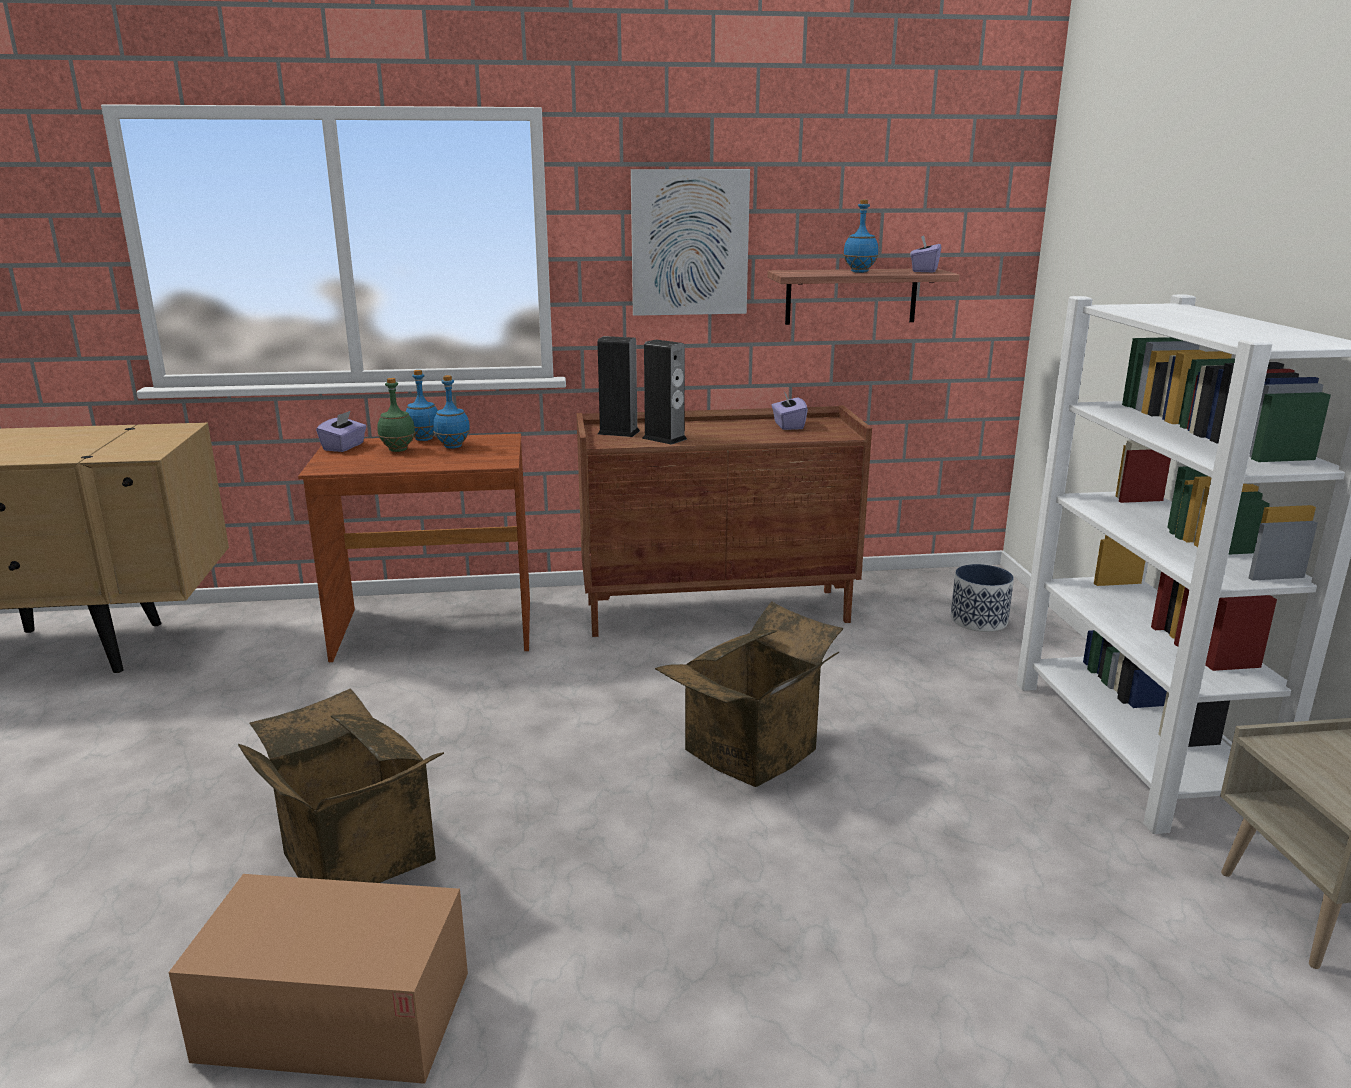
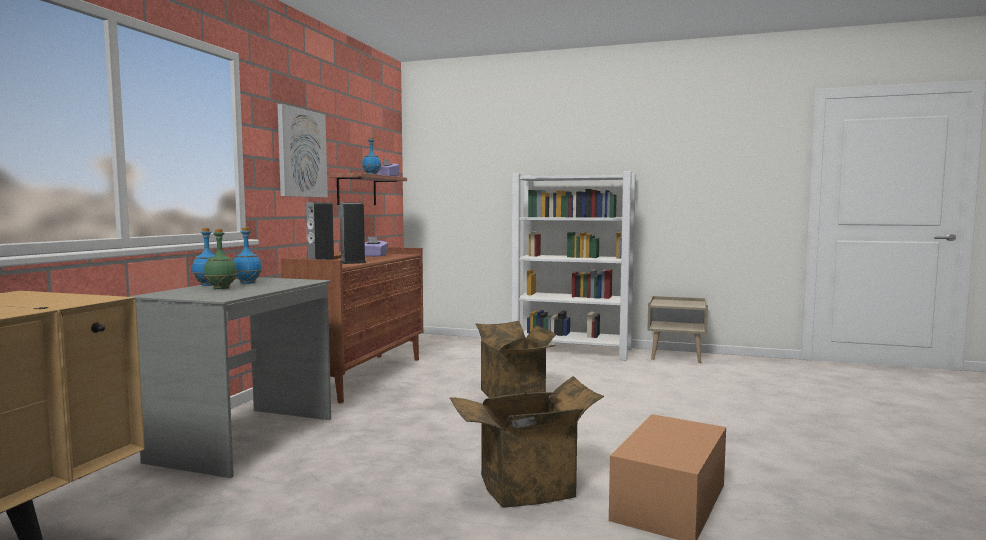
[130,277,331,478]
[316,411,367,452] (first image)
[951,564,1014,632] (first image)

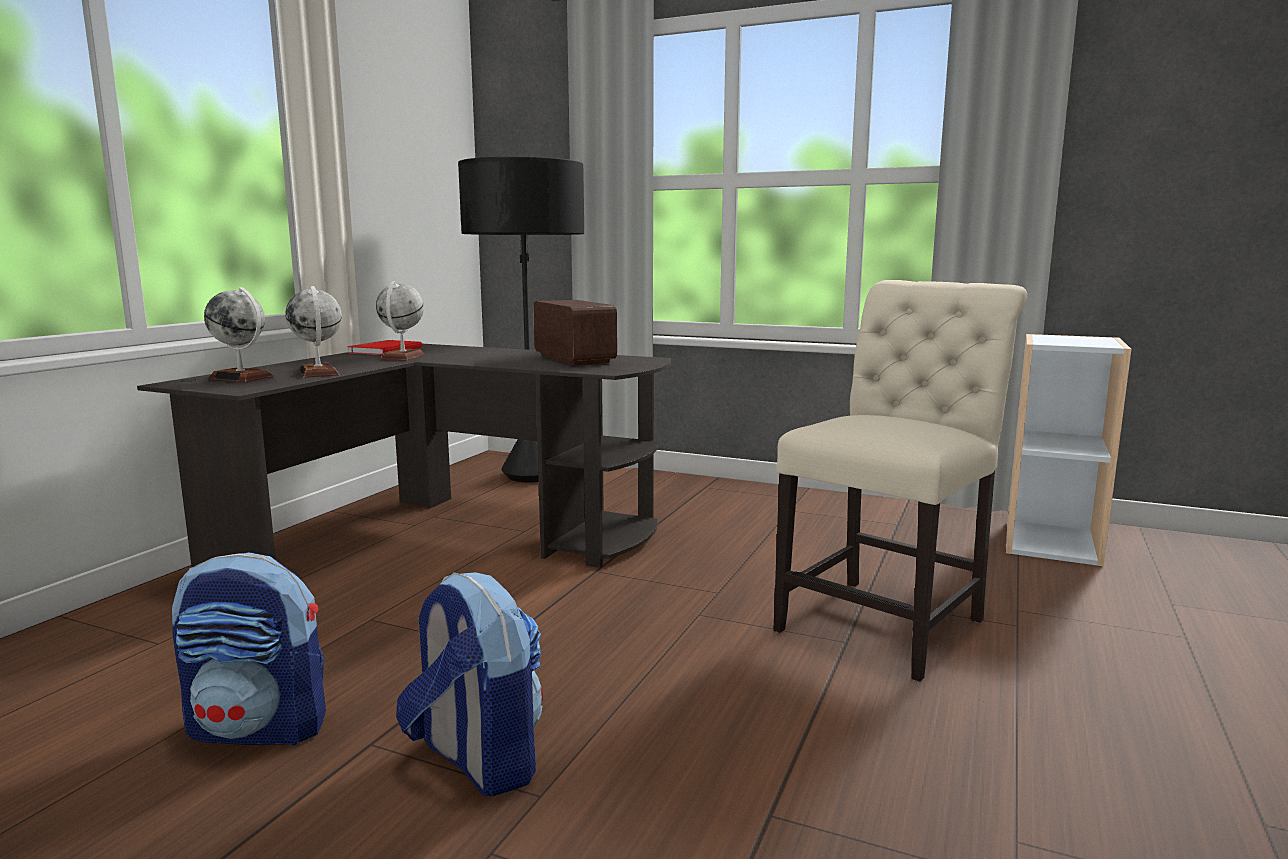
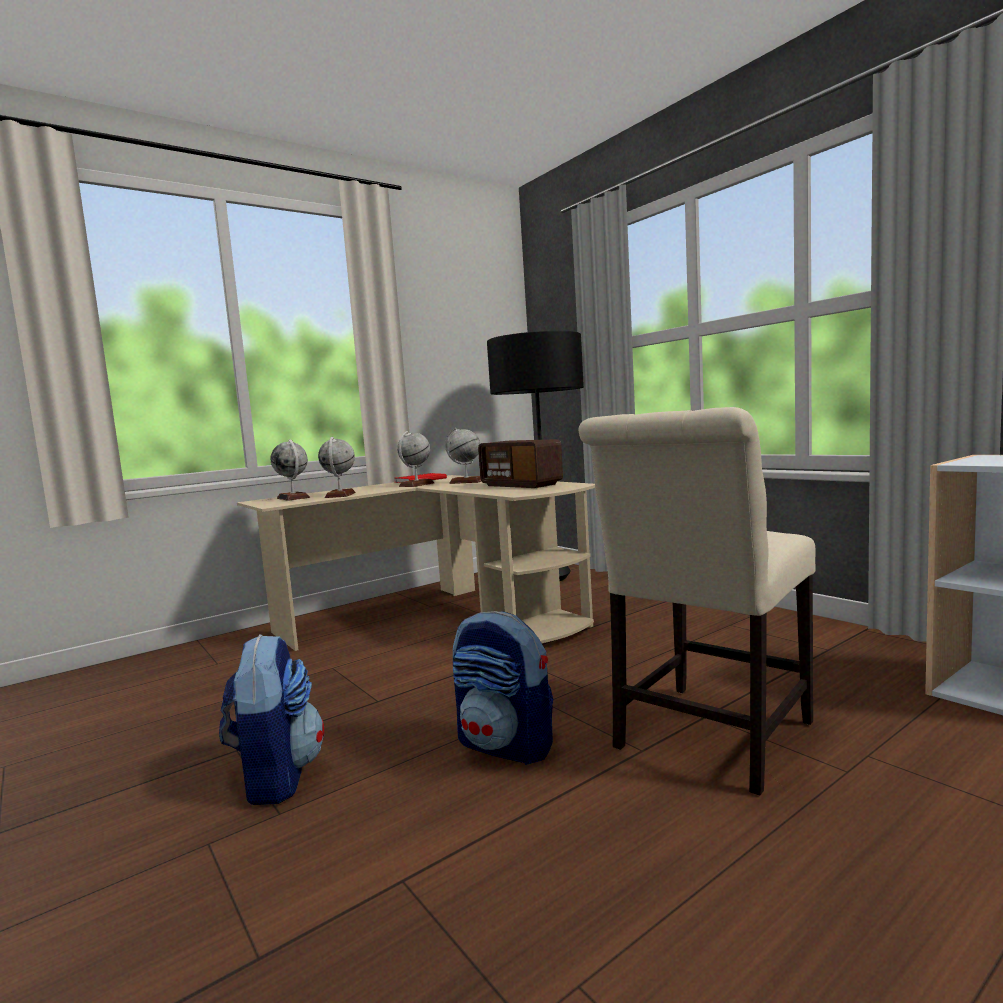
[237,475,595,651]
[445,428,481,484]
[453,611,553,765]
[478,439,563,488]
[579,407,816,796]

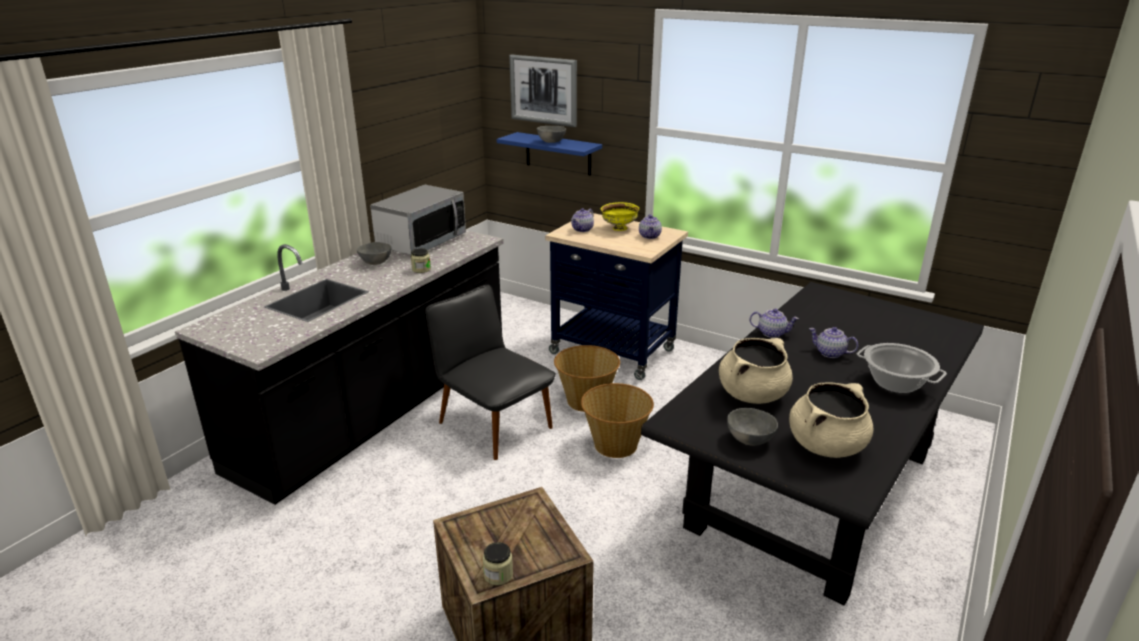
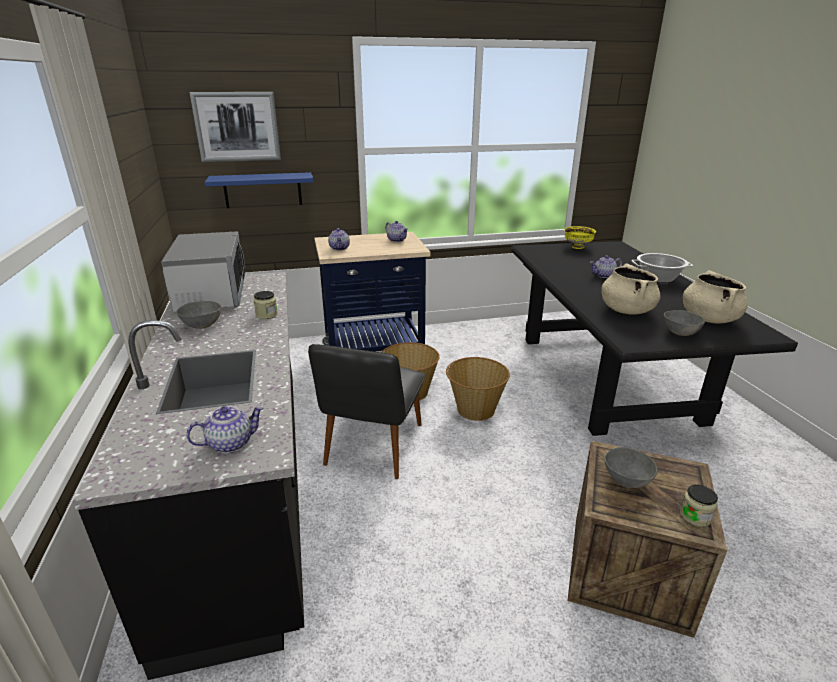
[186,406,264,453]
[308,344,425,479]
[564,226,596,249]
[604,447,657,488]

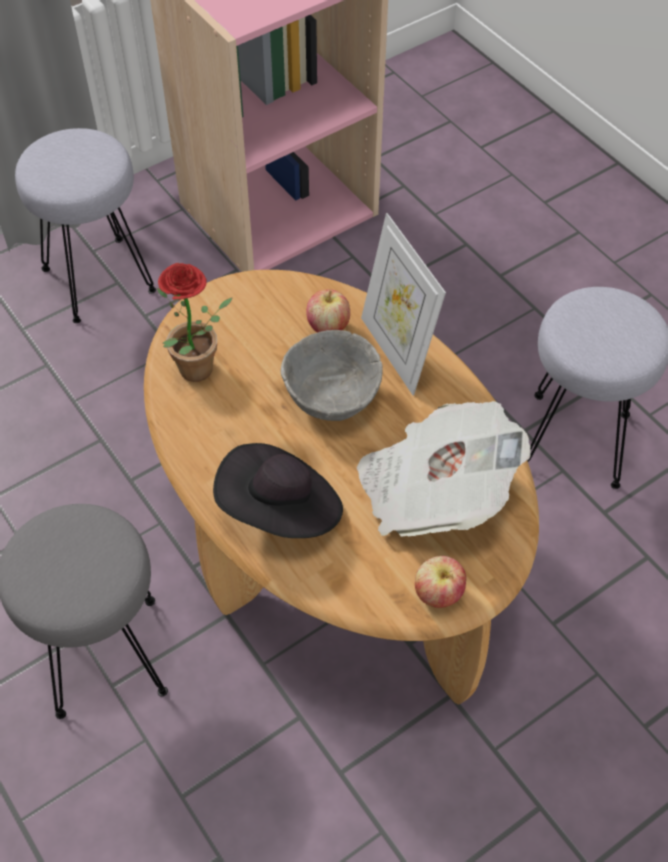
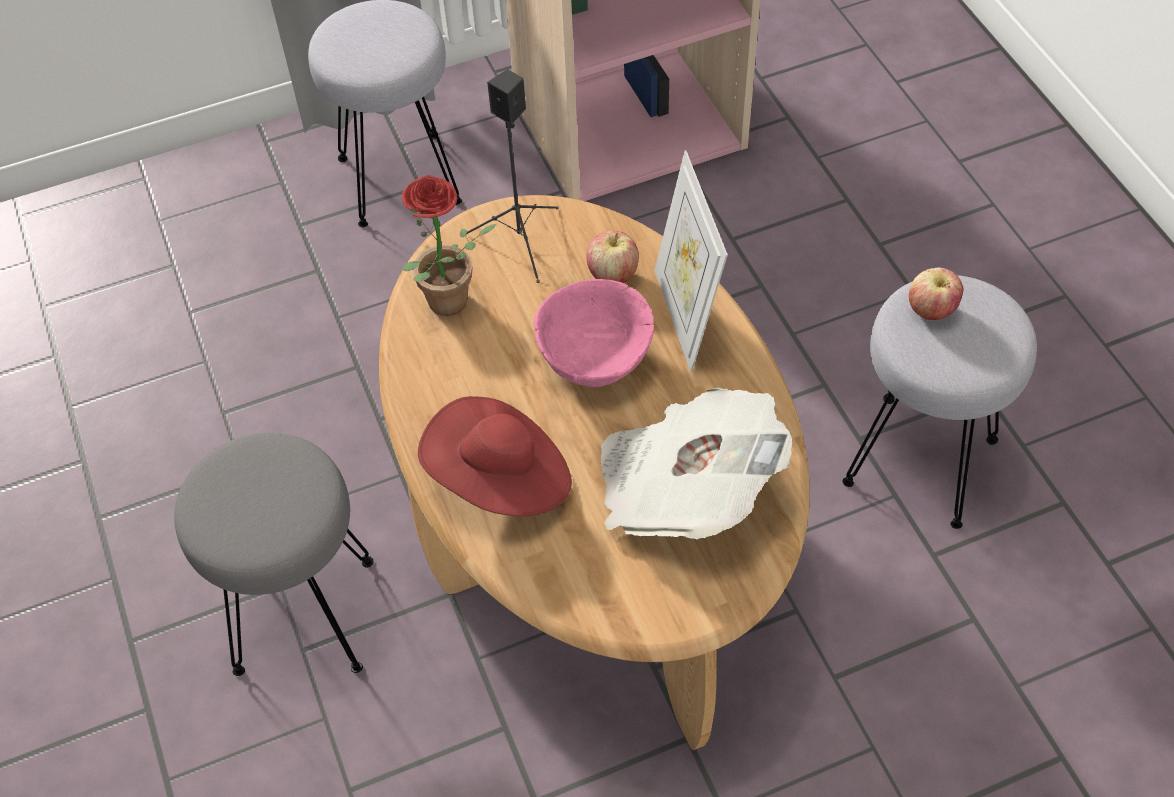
[418,396,572,516]
[466,69,559,283]
[533,279,654,387]
[909,268,963,320]

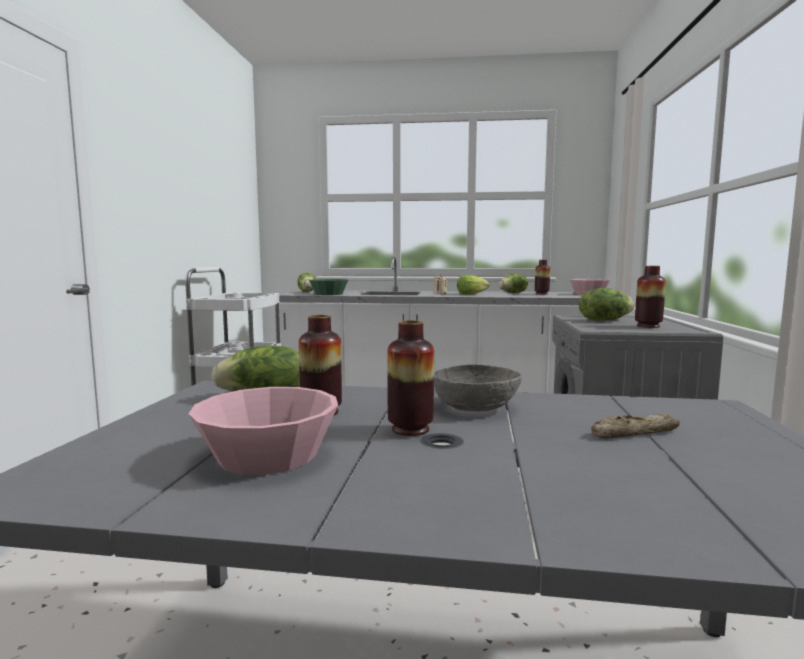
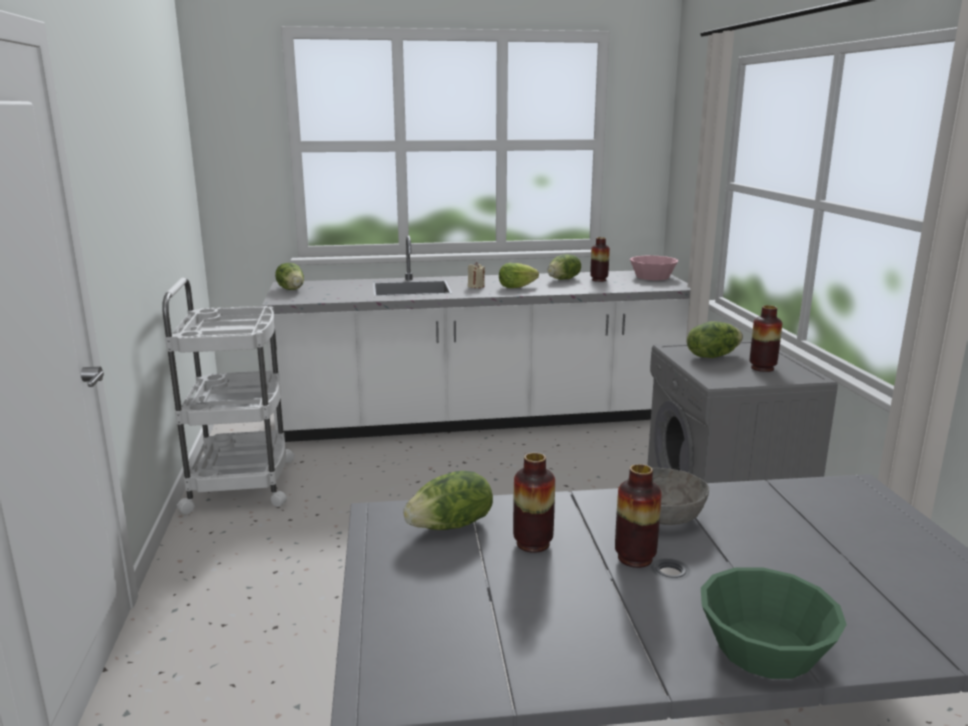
[701,567,847,679]
[189,387,338,475] (first image)
[591,414,680,439] (first image)

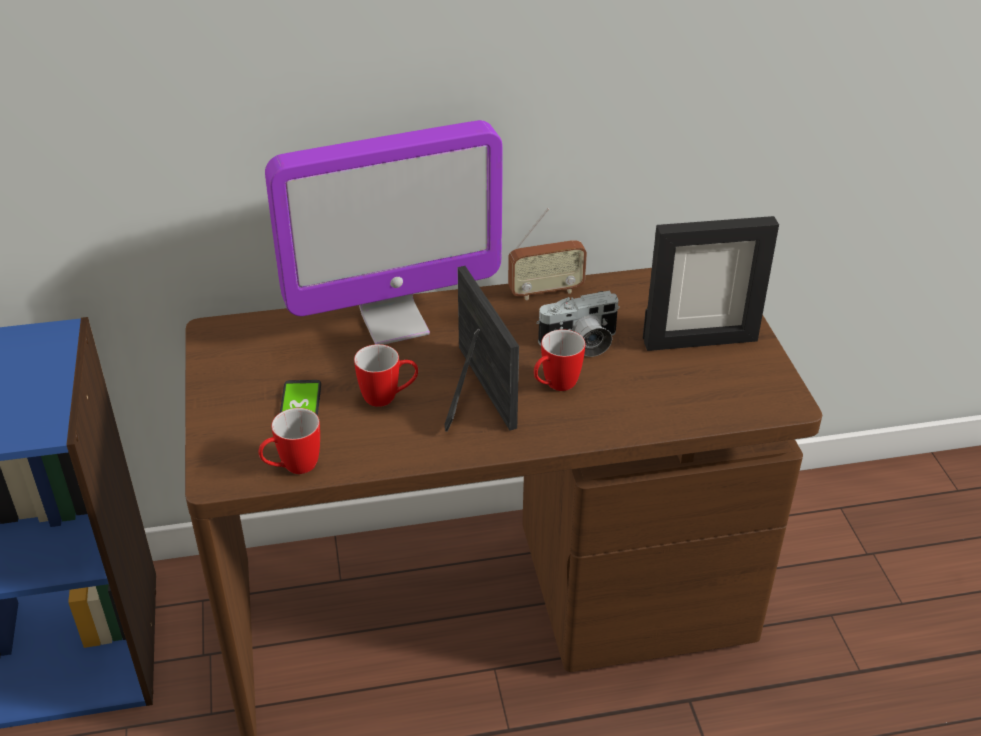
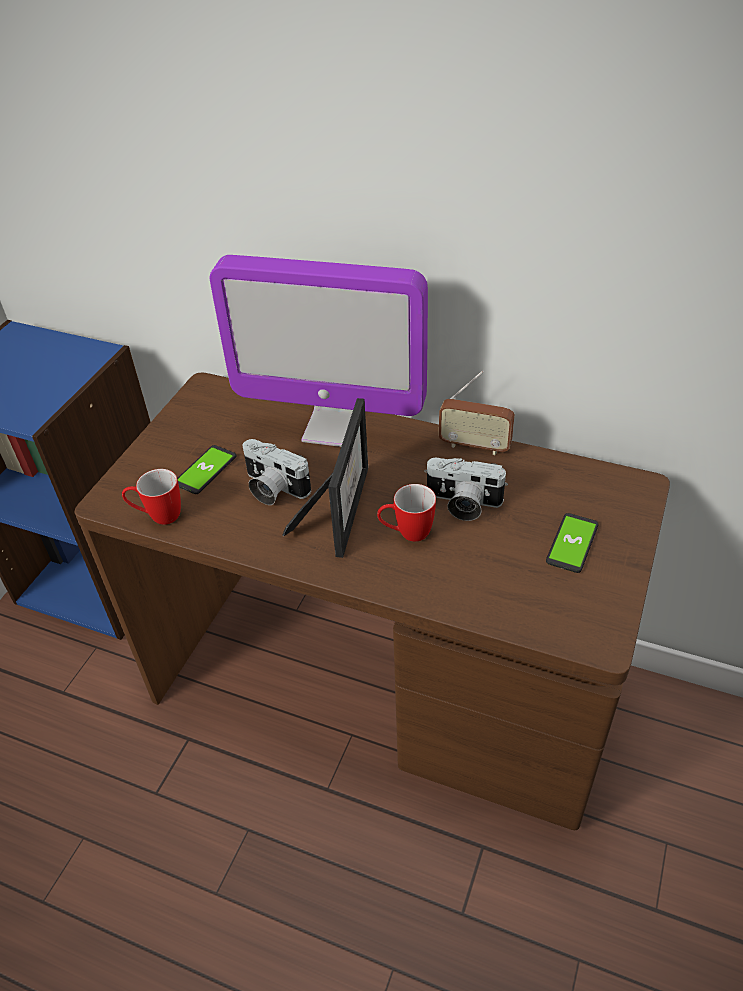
[242,439,311,505]
[546,513,598,573]

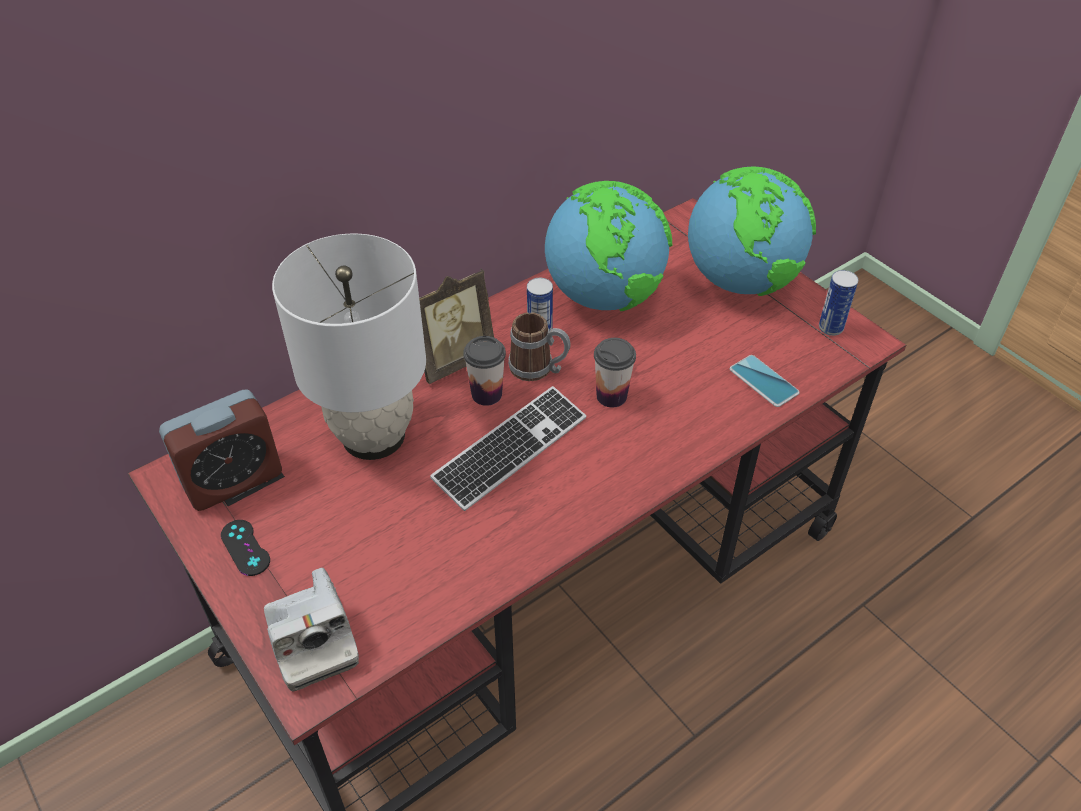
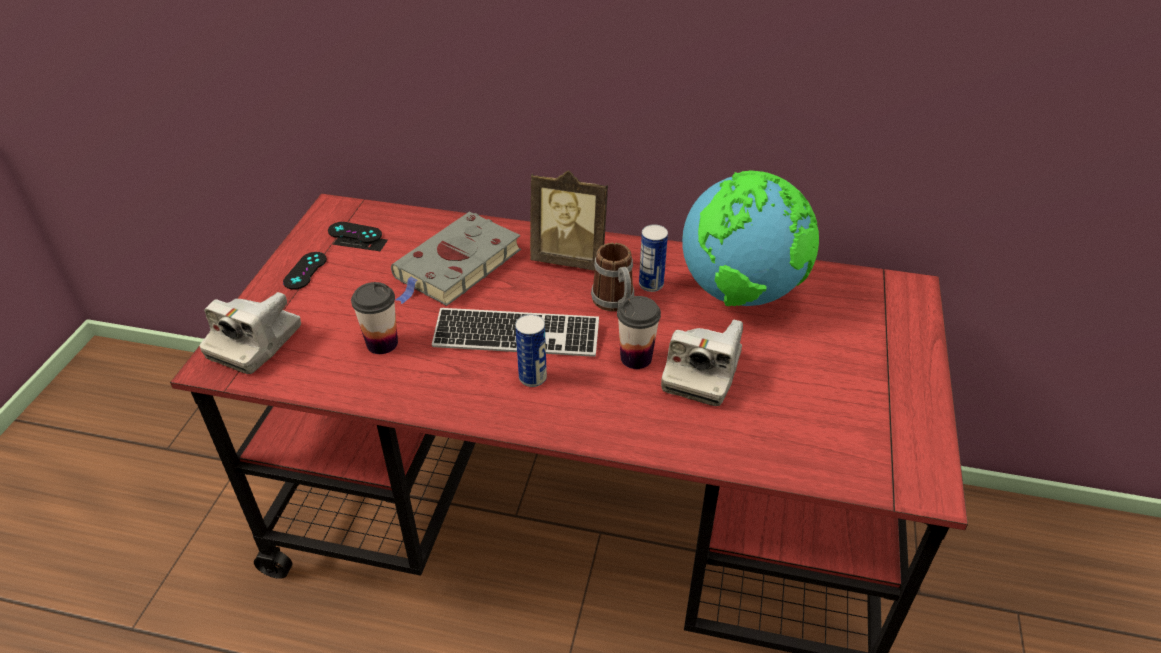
[328,222,382,243]
[351,282,398,354]
[391,212,521,306]
[515,314,547,387]
[661,320,743,406]
[688,166,816,296] (first image)
[730,355,800,407] (first image)

